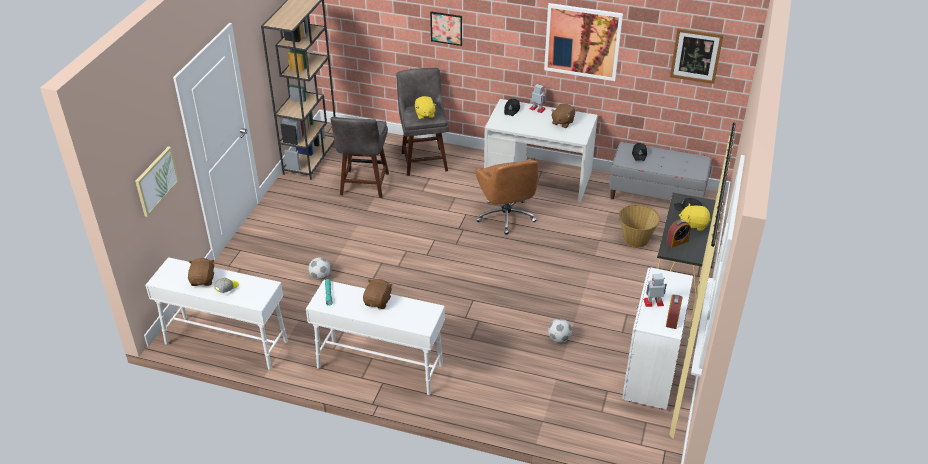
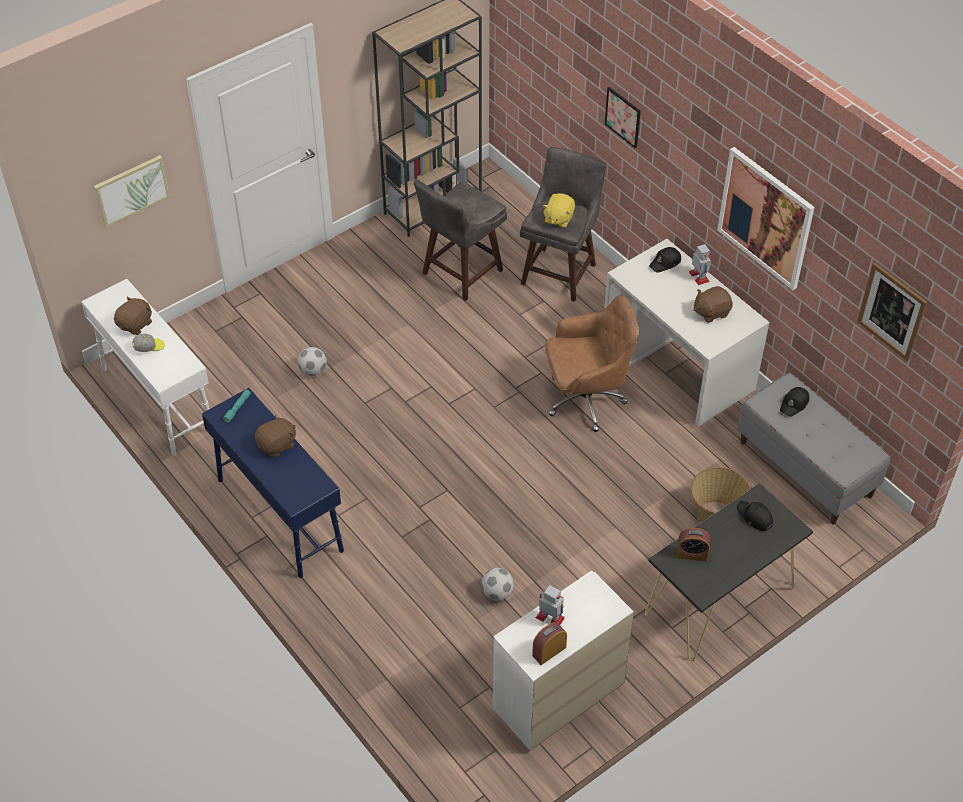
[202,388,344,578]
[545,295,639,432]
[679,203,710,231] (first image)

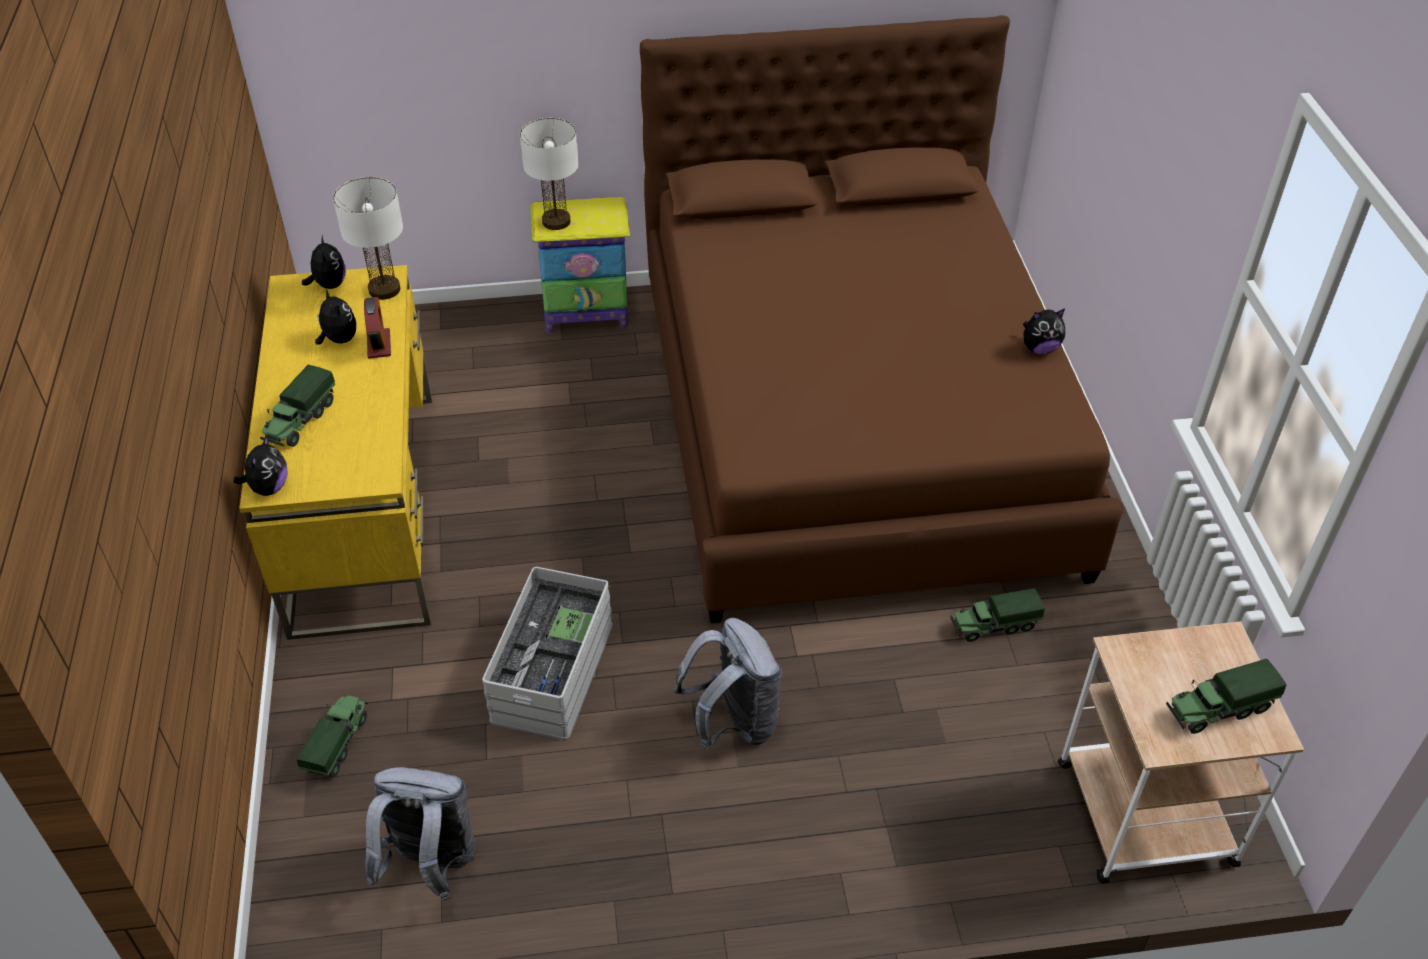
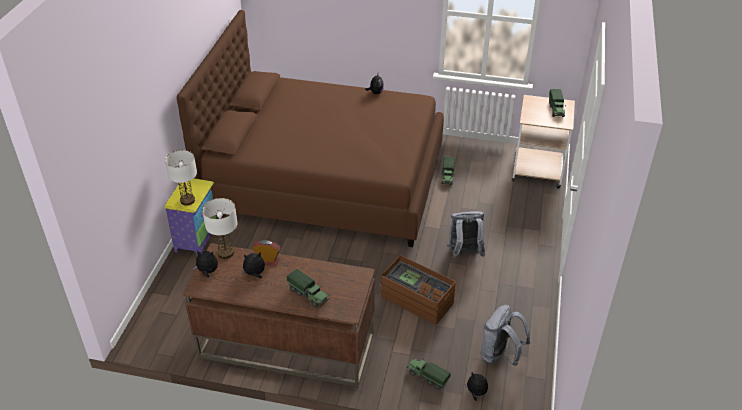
[183,243,375,388]
[380,255,456,324]
[463,372,488,401]

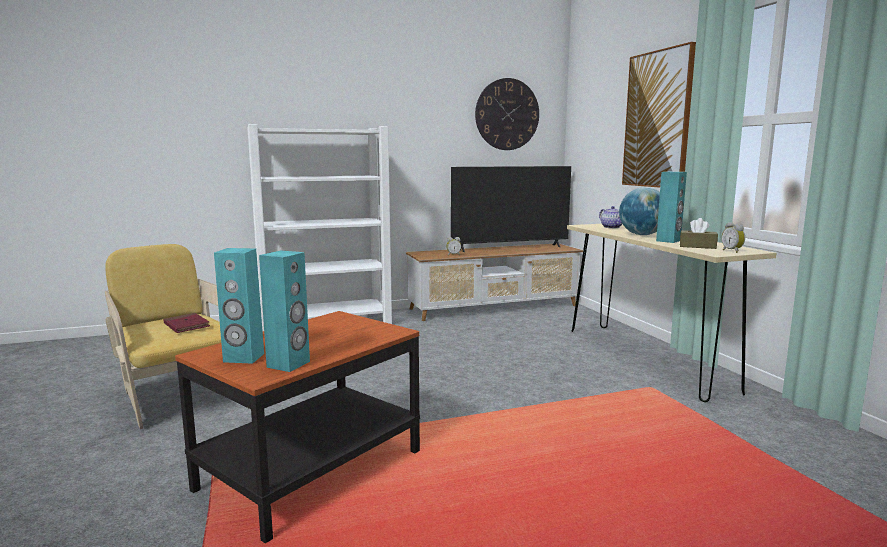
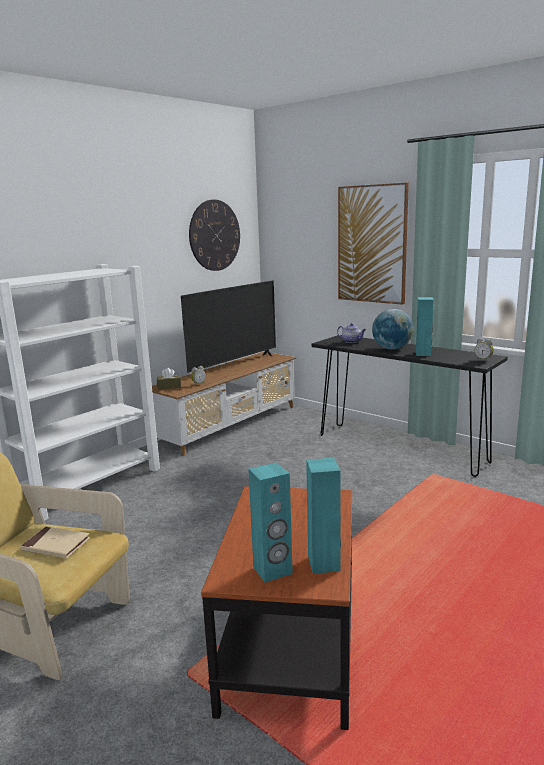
[20,526,90,559]
[157,368,181,389]
[312,335,508,477]

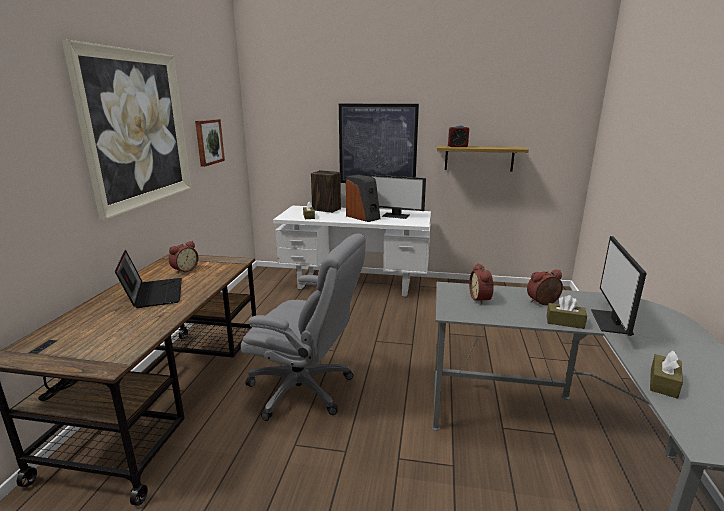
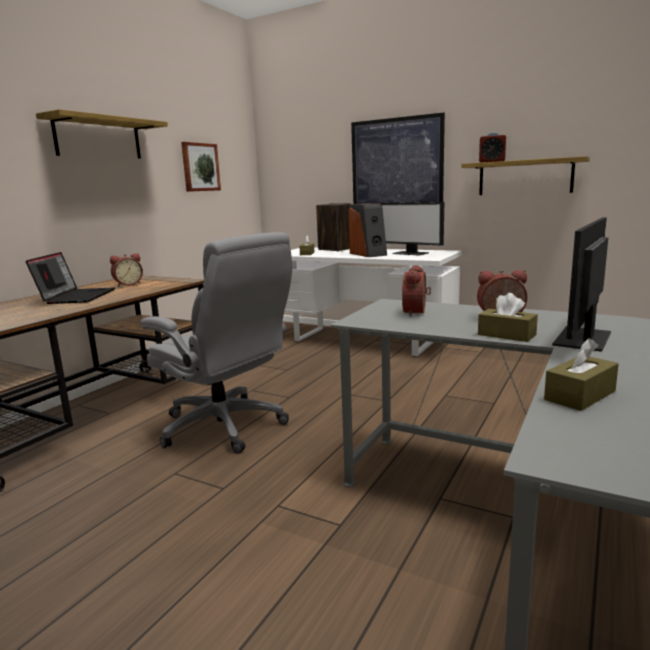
[36,109,168,159]

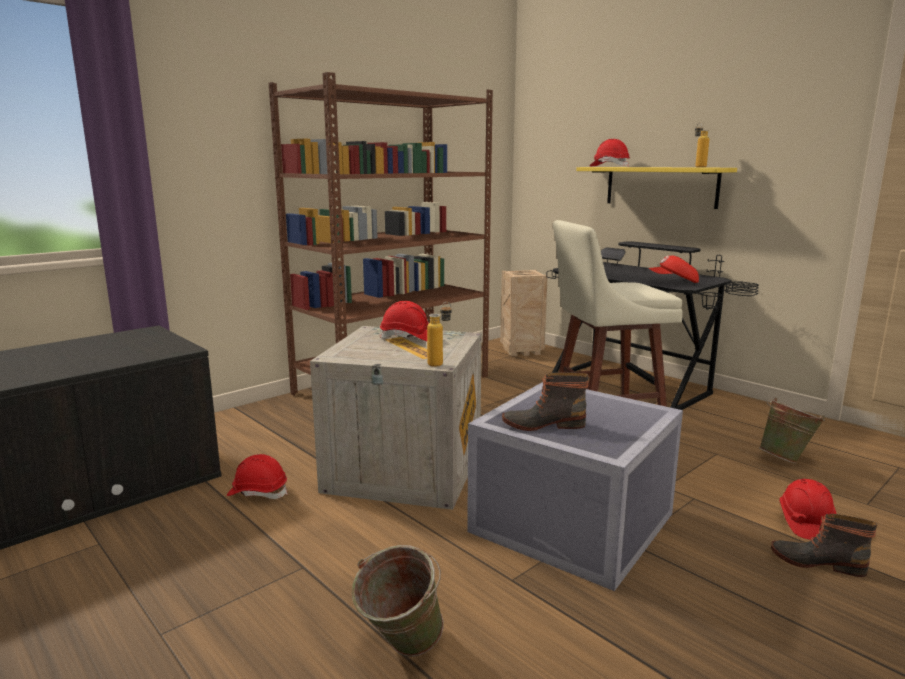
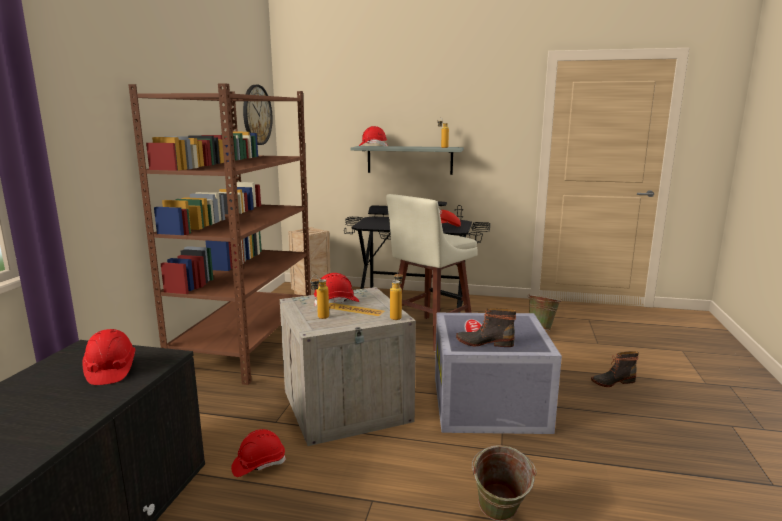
[82,329,135,385]
[243,85,273,145]
[310,275,329,319]
[350,146,464,175]
[456,308,516,347]

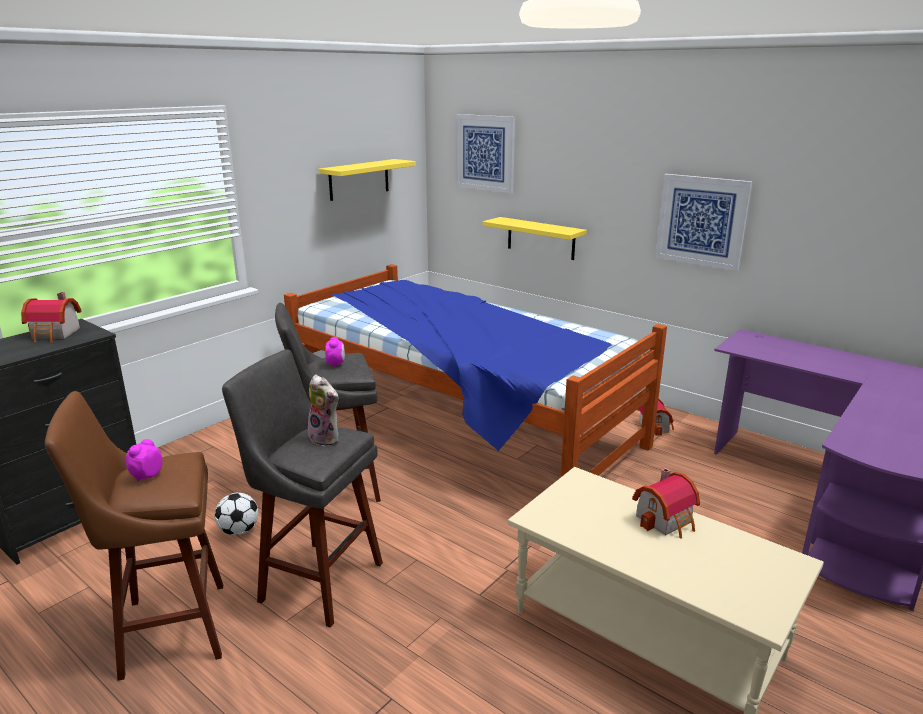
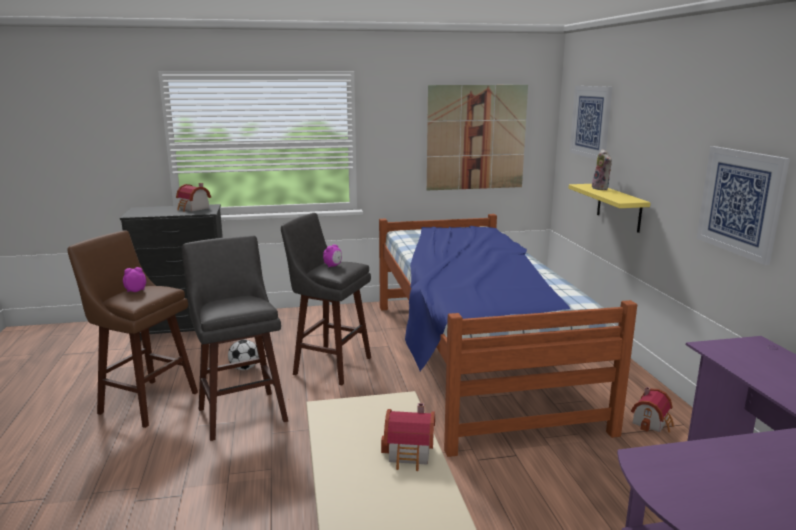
[427,85,528,190]
[592,149,612,190]

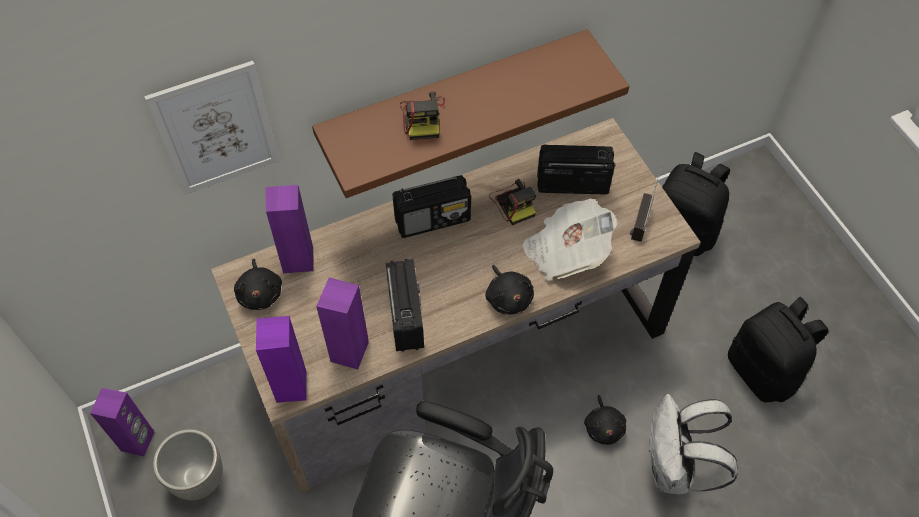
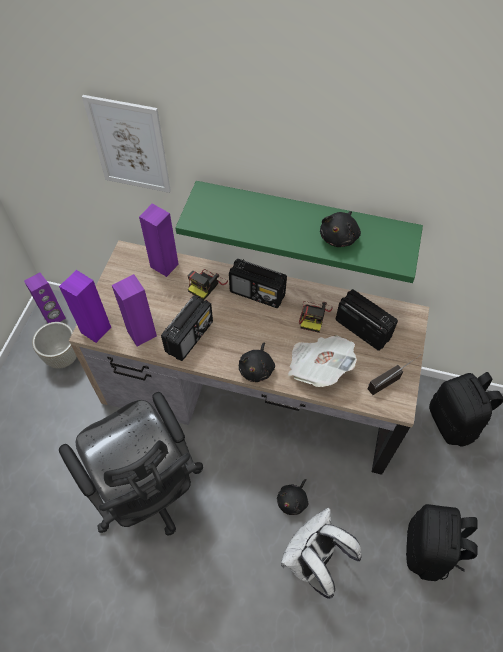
[175,181,423,283]
[188,269,228,300]
[320,211,361,247]

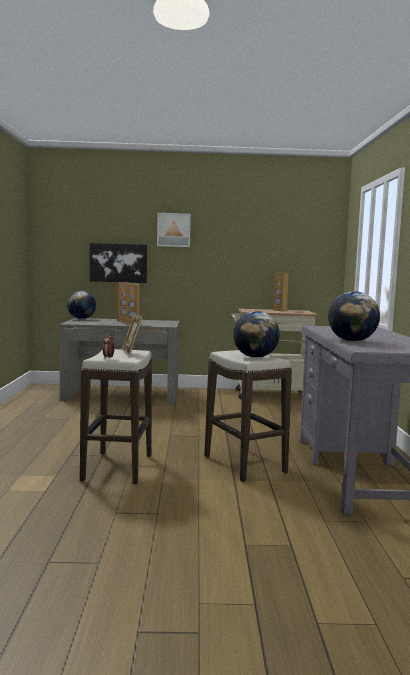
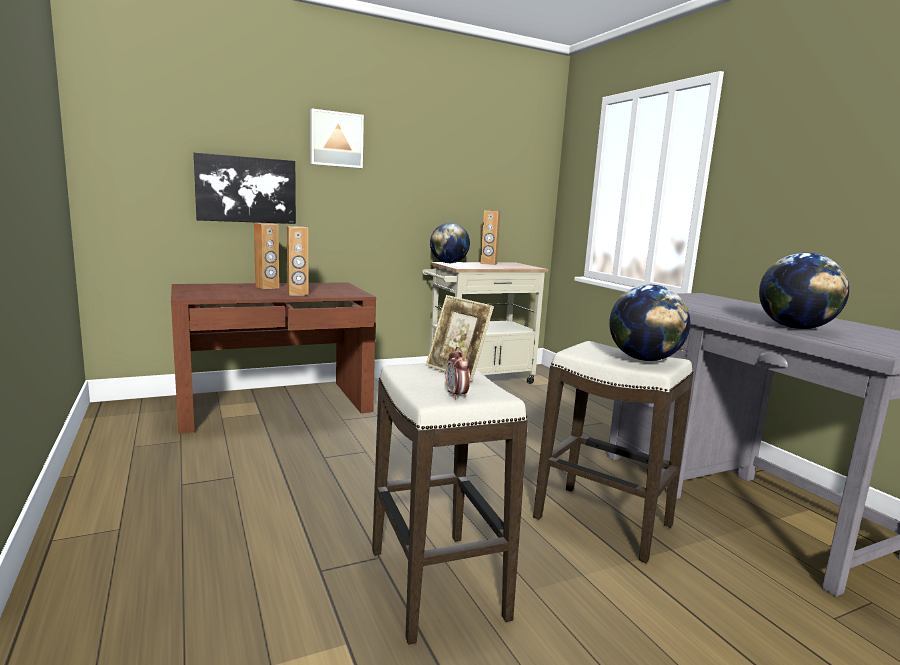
[171,282,376,434]
[430,223,470,263]

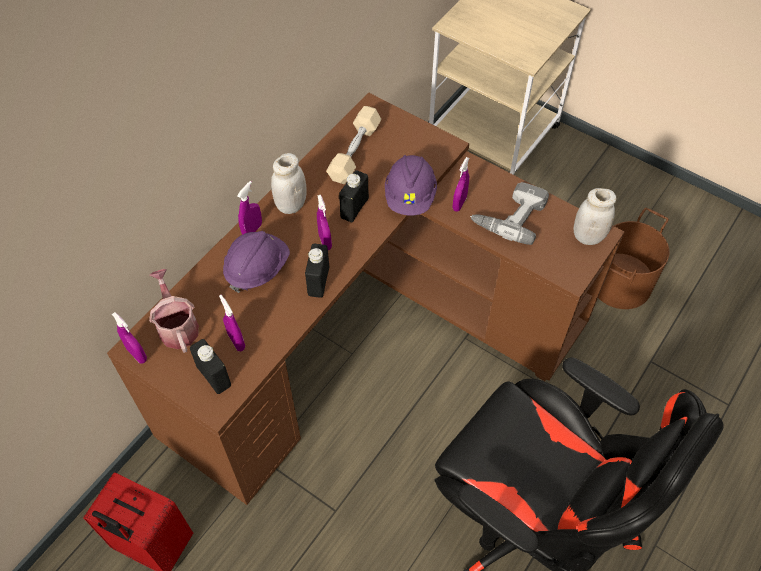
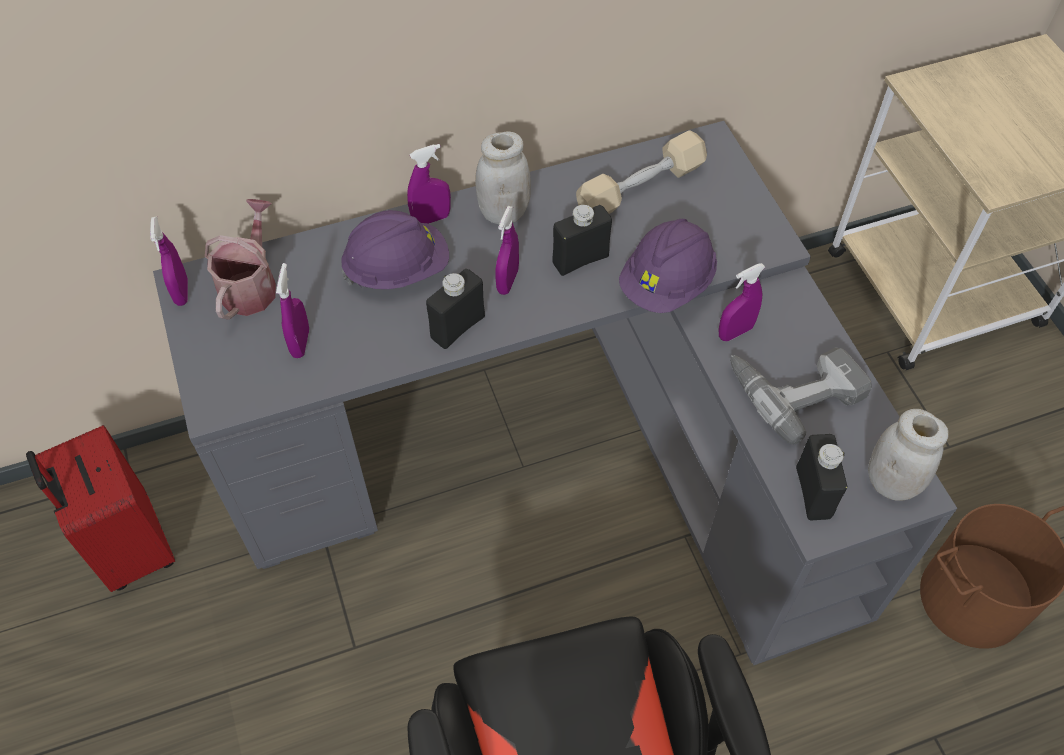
[153,121,957,665]
[796,434,847,520]

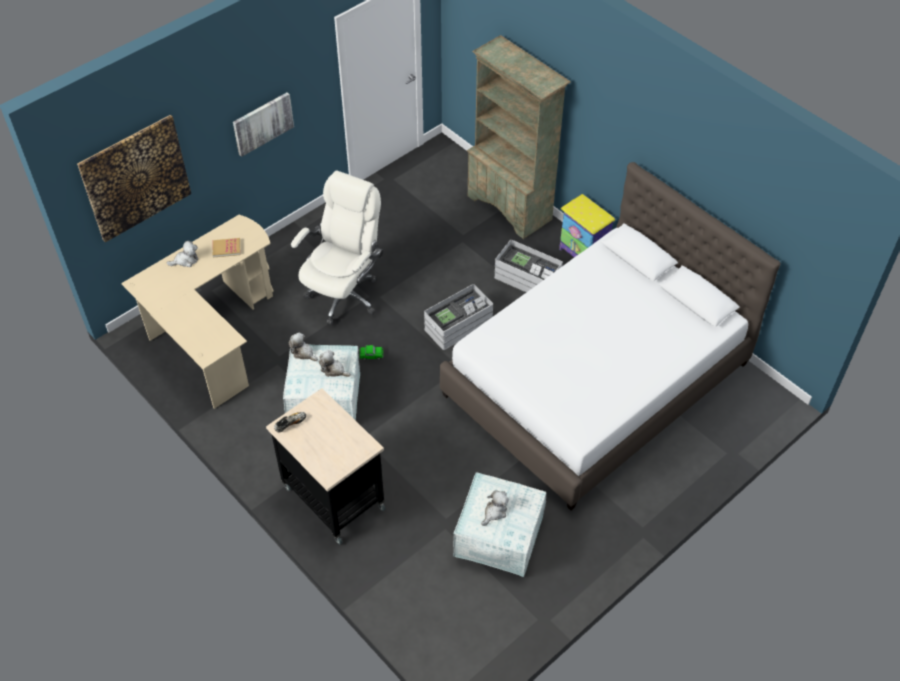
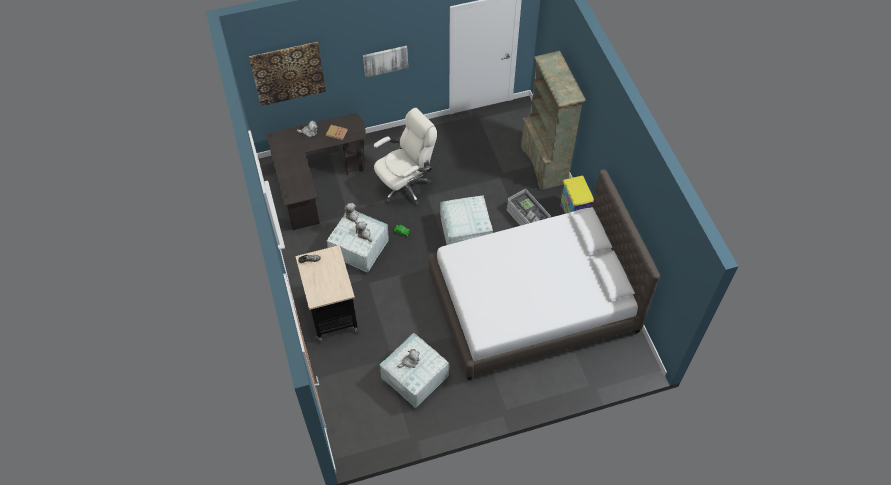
[266,113,366,230]
[440,195,493,245]

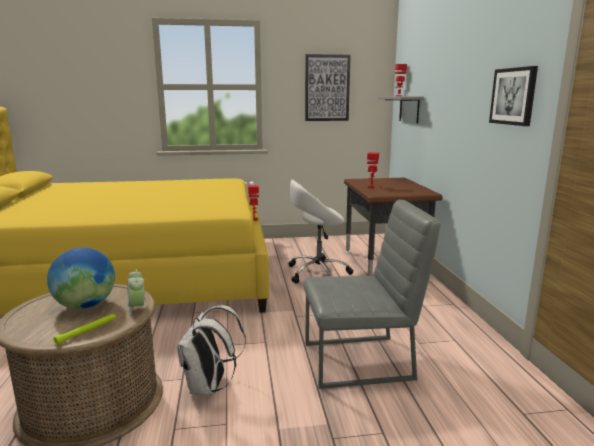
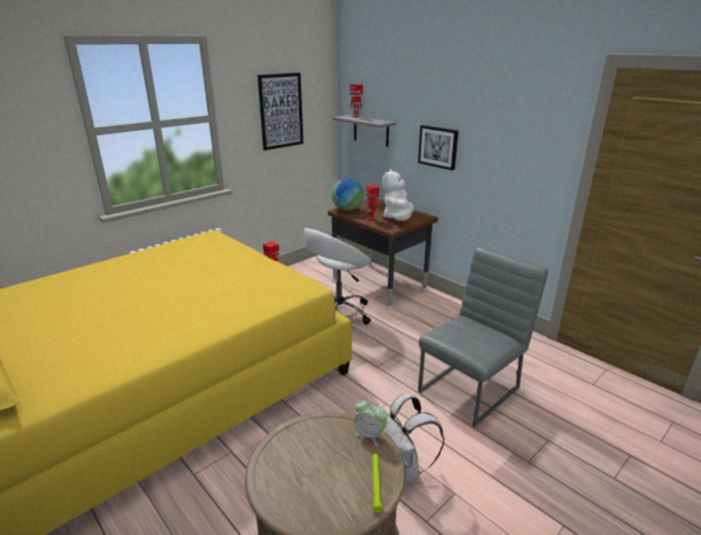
[331,178,364,211]
[383,169,414,221]
[418,125,458,171]

